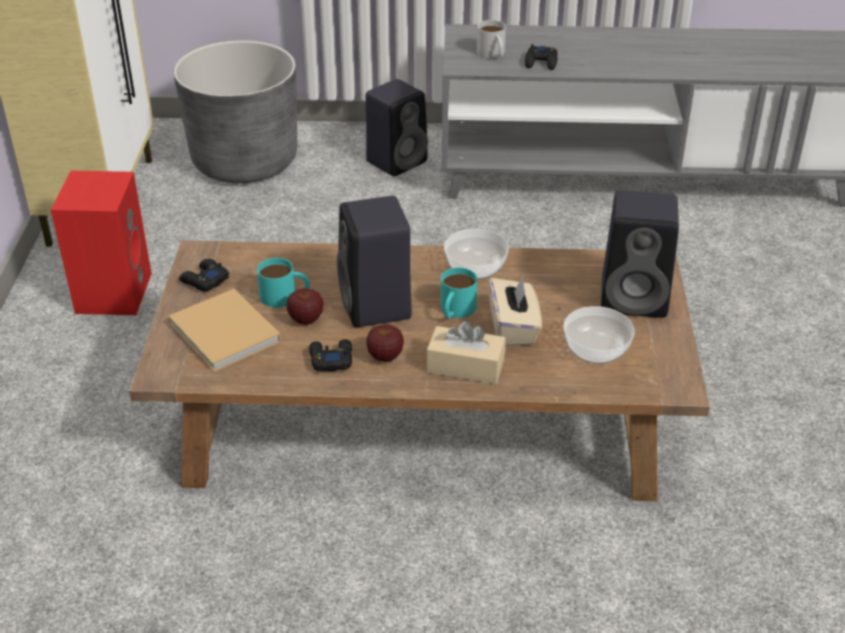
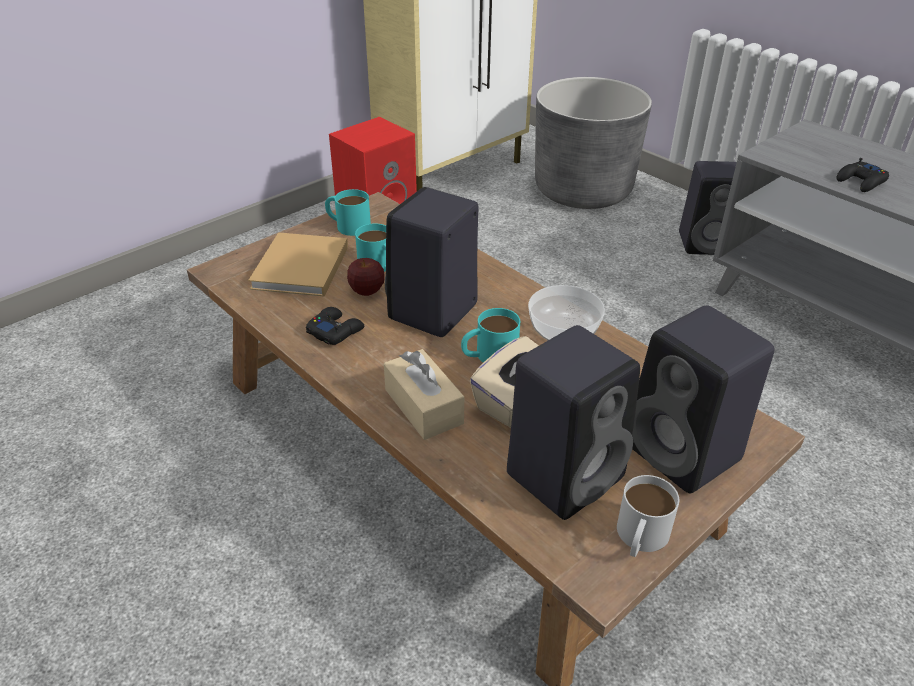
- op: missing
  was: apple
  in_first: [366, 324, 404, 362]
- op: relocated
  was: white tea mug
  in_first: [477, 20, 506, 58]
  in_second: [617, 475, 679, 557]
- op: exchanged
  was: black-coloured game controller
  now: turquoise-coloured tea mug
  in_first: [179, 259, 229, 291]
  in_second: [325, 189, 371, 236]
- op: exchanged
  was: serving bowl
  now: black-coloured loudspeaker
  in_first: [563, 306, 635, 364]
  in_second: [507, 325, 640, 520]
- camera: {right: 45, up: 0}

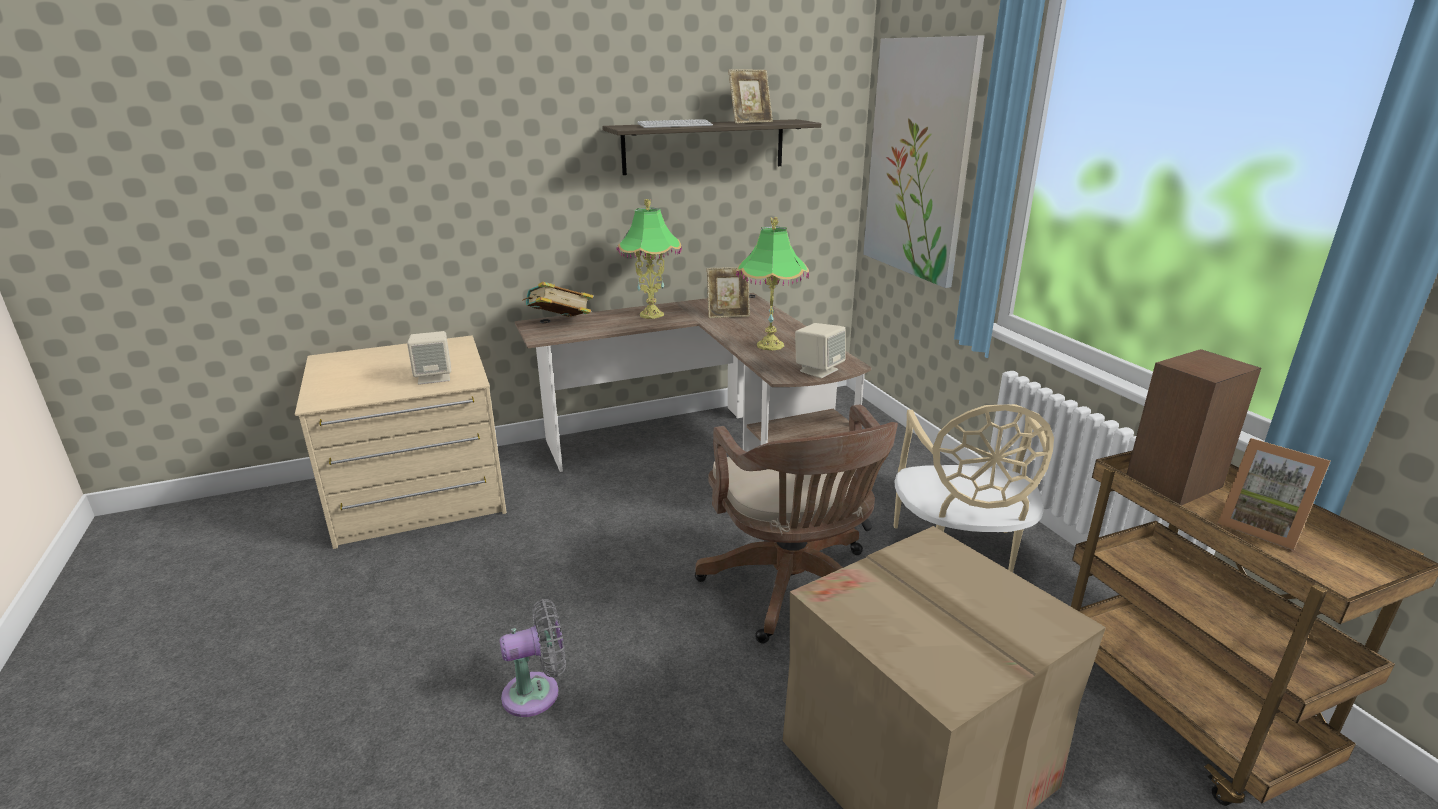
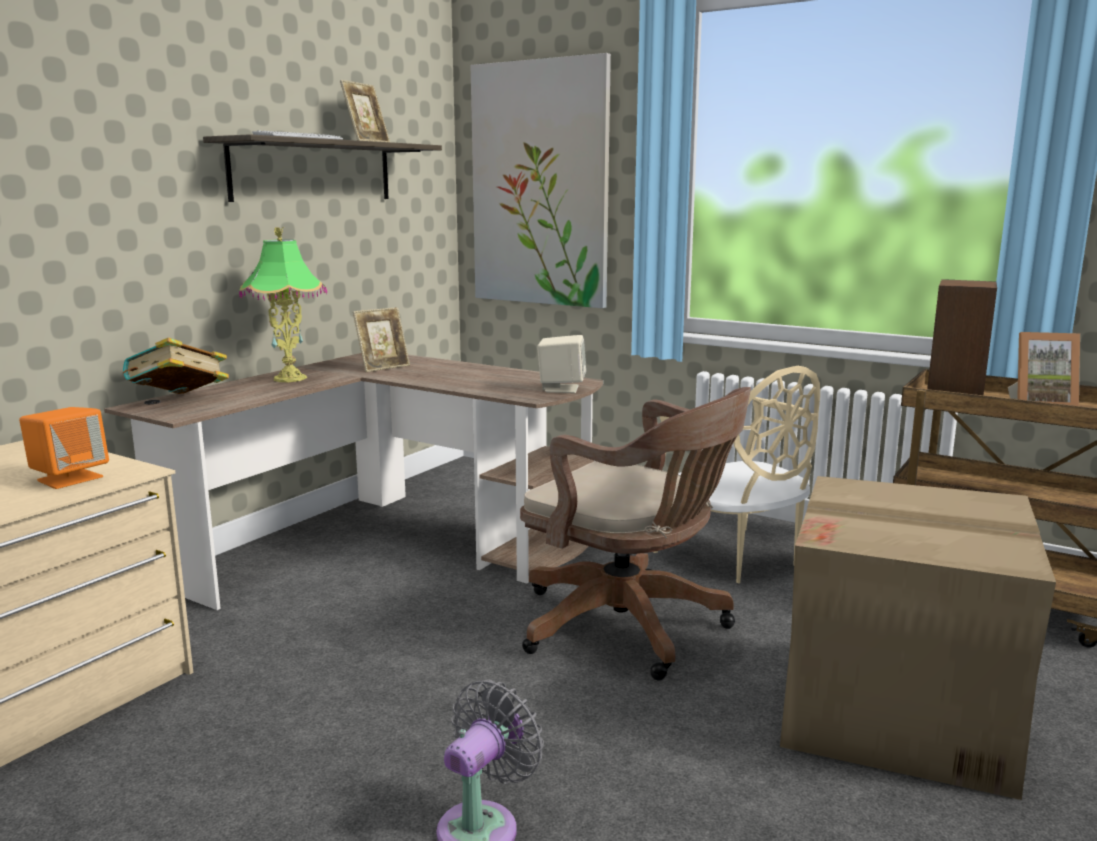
- op: missing
  was: tabletop lamp
  in_first: [736, 217, 809, 351]
- op: colour
  was: sand-coloured loudspeaker
  now: orange loudspeaker
  in_first: [407, 331, 451, 385]
  in_second: [19, 407, 109, 489]
- camera: {right: -35, up: -10}

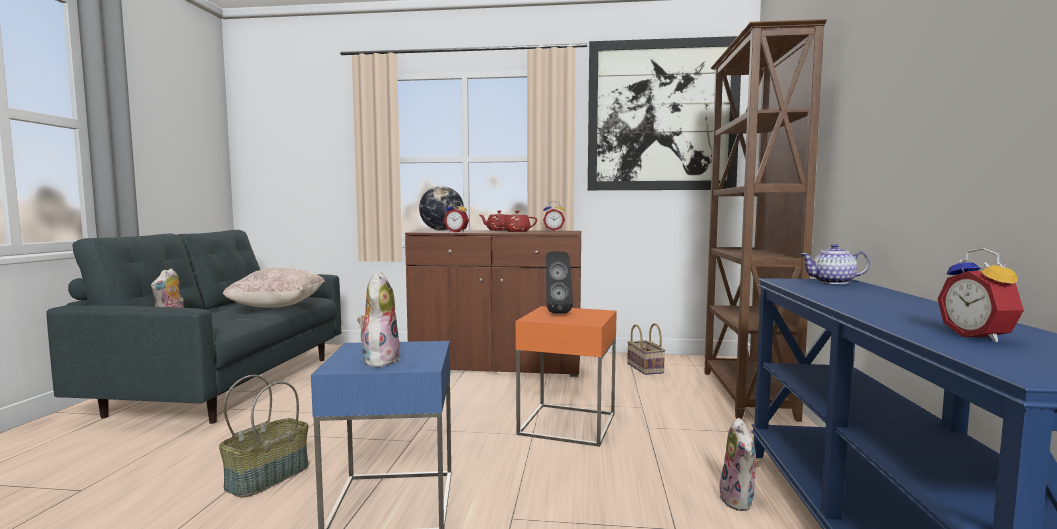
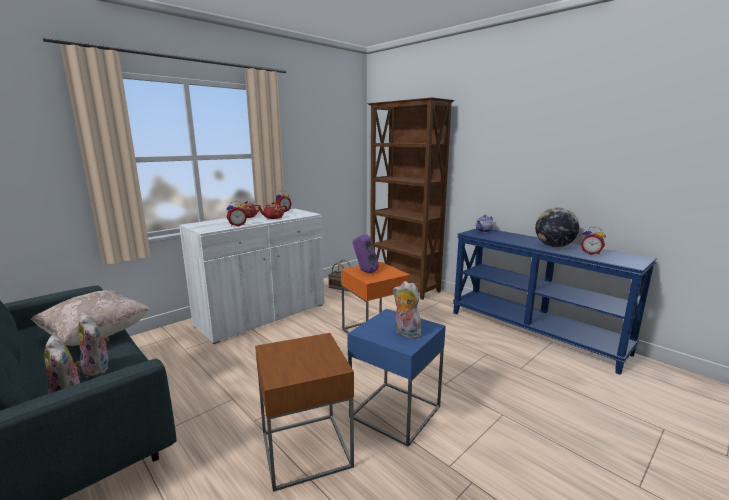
- op: missing
  was: picture
  in_first: [588, 36, 741, 190]
- op: relocated
  was: desk globe
  in_first: [419, 186, 464, 231]
  in_second: [535, 208, 579, 247]
- op: relocated
  was: plush toy
  in_first: [720, 418, 761, 511]
  in_second: [78, 313, 109, 377]
- op: exchanged
  was: storage basket
  now: brown accent table
  in_first: [219, 375, 309, 498]
  in_second: [255, 333, 354, 492]
- op: colour
  was: brown storage cabinet
  now: white storage cabinet
  in_first: [405, 230, 581, 377]
  in_second: [179, 209, 325, 344]
- op: colour
  was: black-coloured loudspeaker
  now: purplish loudspeaker
  in_first: [546, 251, 573, 314]
  in_second: [353, 234, 379, 273]
- camera: {right: -50, up: 10}

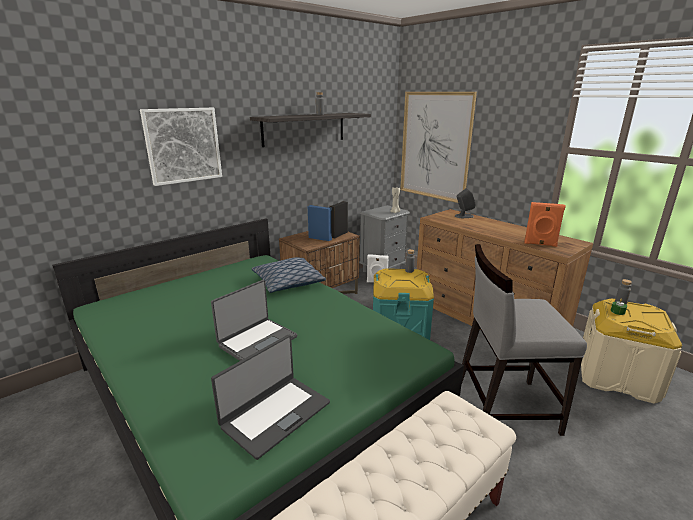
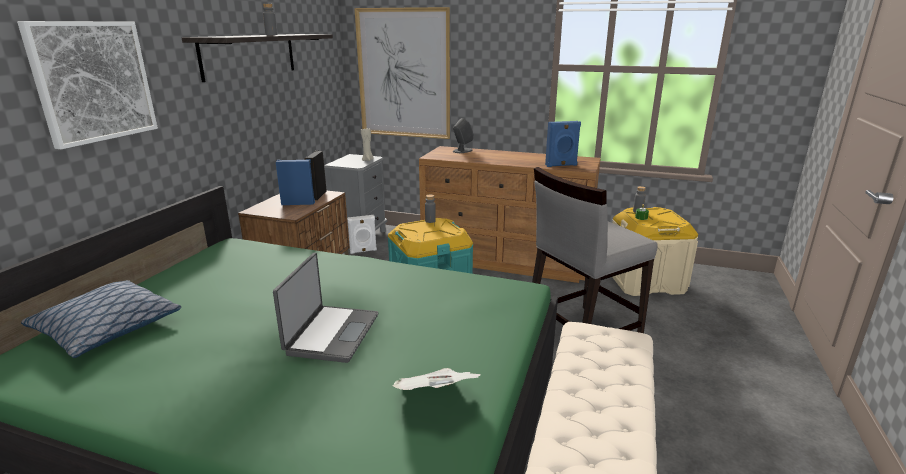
- op: relocated
  was: cushion
  in_first: [252, 257, 326, 293]
  in_second: [21, 280, 181, 358]
- op: exchanged
  was: notebook computer
  now: printed paper
  in_first: [211, 335, 330, 460]
  in_second: [393, 368, 481, 390]
- op: colour
  was: orange loudspeaker
  now: blue loudspeaker
  in_first: [524, 202, 566, 247]
  in_second: [545, 121, 581, 167]
- camera: {right: -30, up: 0}

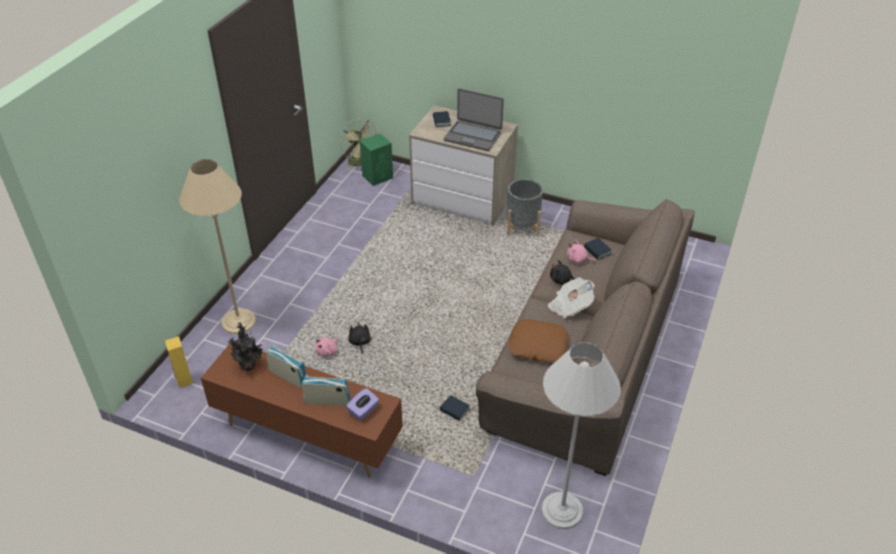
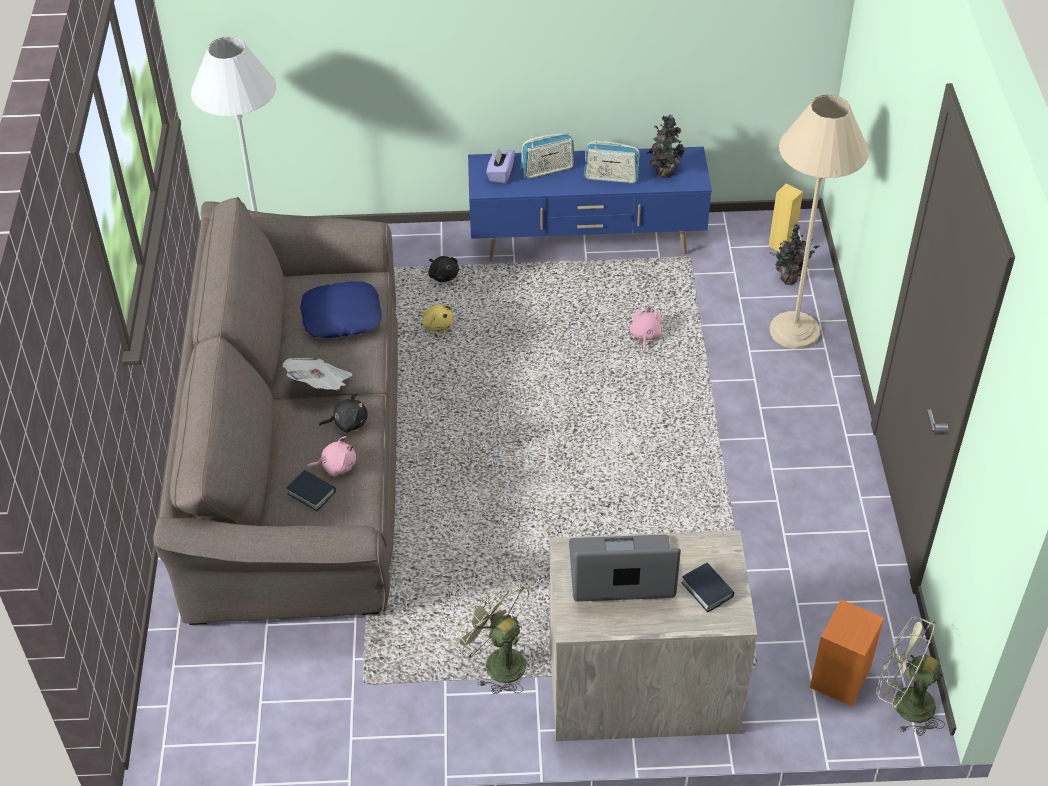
- op: appeared
  now: potted plant
  in_second: [770, 224, 820, 285]
- op: relocated
  was: black-coloured plush toy
  in_first: [348, 322, 371, 354]
  in_second: [428, 256, 459, 282]
- op: exchanged
  was: bound book
  now: yellow-coloured plush toy
  in_first: [440, 395, 470, 421]
  in_second: [419, 305, 453, 332]
- op: exchanged
  was: grey planter
  now: green-coloured cooling fan
  in_first: [506, 179, 543, 237]
  in_second: [452, 578, 530, 694]
- op: colour
  was: brown tv stand
  now: blue tv stand
  in_first: [201, 343, 403, 478]
  in_second: [468, 147, 712, 261]
- op: colour
  was: green-coloured loudspeaker
  now: orange loudspeaker
  in_first: [360, 133, 393, 186]
  in_second: [810, 599, 884, 707]
- op: colour
  was: brown cushion
  now: blue cushion
  in_first: [509, 319, 568, 362]
  in_second: [300, 281, 382, 338]
- camera: {right: 155, up: 5}

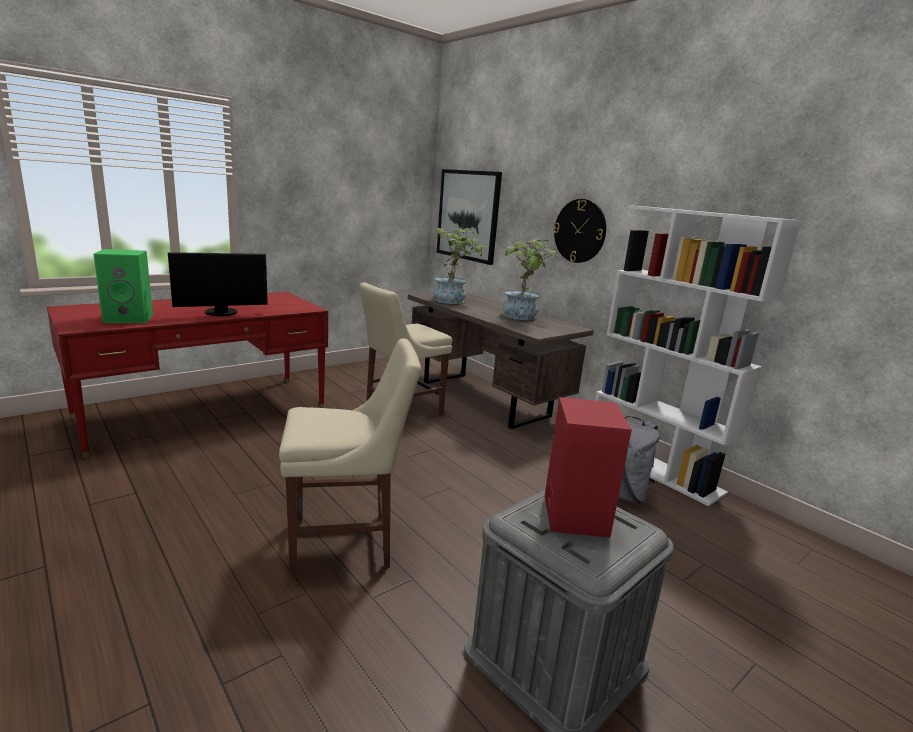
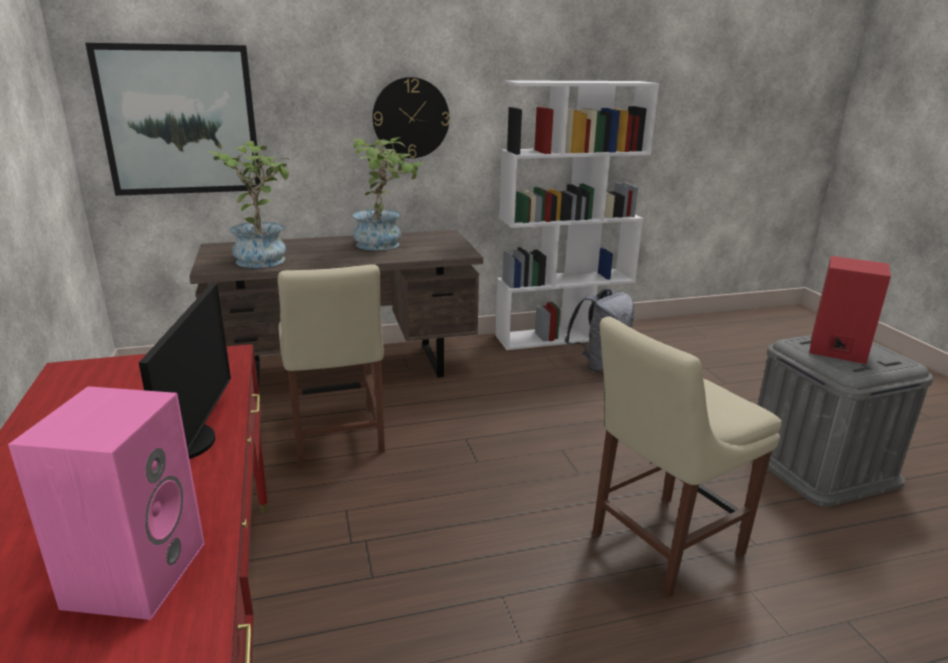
- op: colour
  was: green-coloured loudspeaker
  now: pinkish loudspeaker
  in_first: [93, 249, 153, 323]
  in_second: [8, 386, 205, 620]
- op: spun
  was: sand-coloured chair
  in_first: [279, 339, 421, 575]
  in_second: [592, 317, 782, 598]
  clockwise: -135
- camera: {right: -65, up: 5}

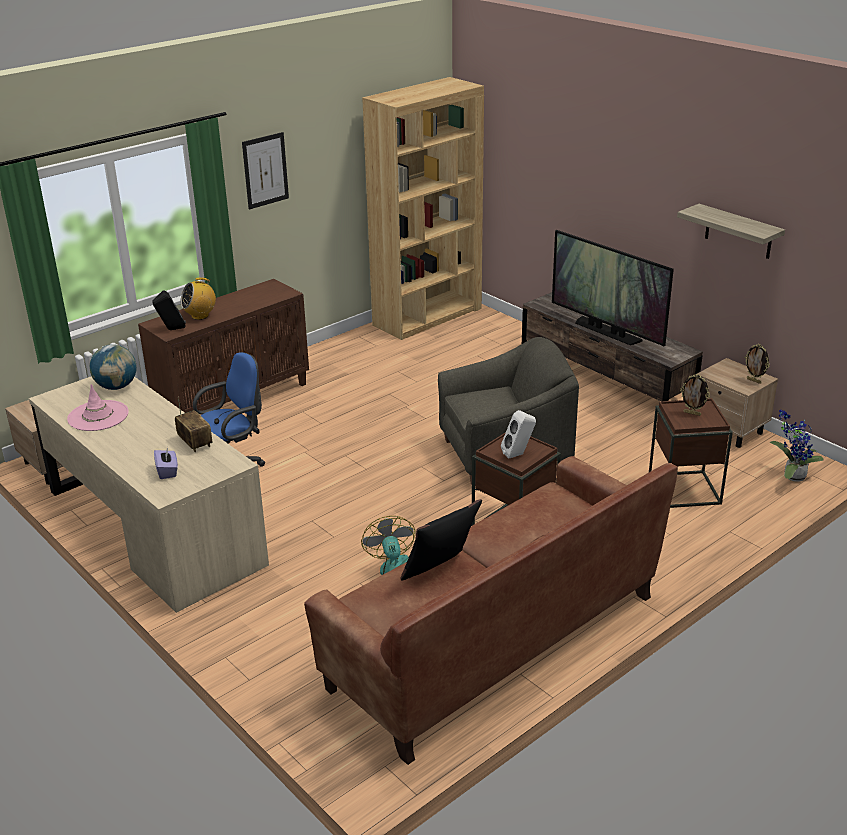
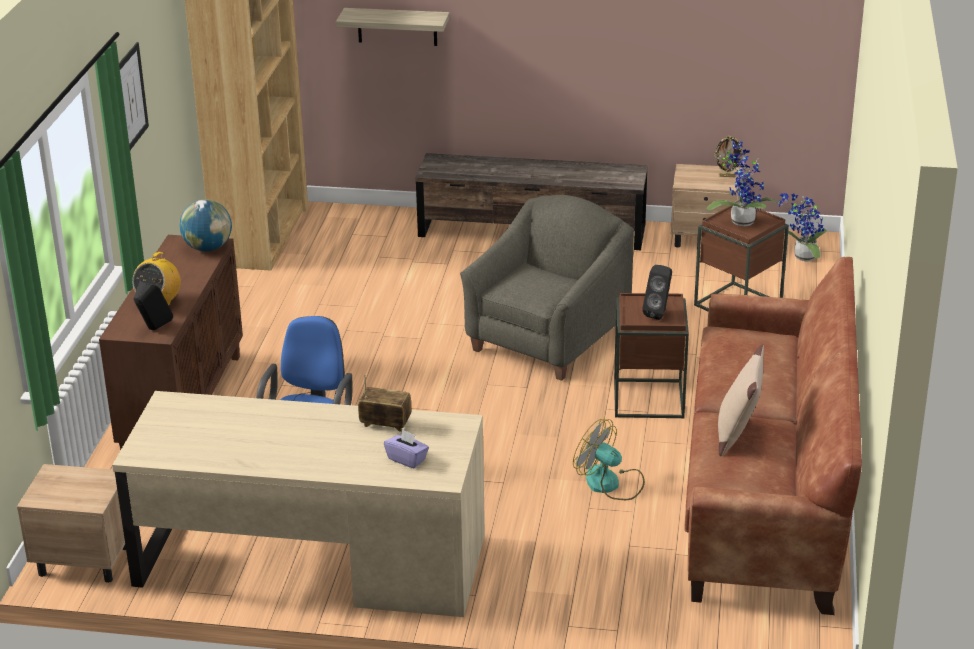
- op: missing
  was: pinkish hat
  in_first: [67, 384, 129, 431]
- op: missing
  was: television
  in_first: [552, 230, 674, 346]
- op: relocated
  was: desk globe
  in_first: [90, 344, 137, 390]
  in_second: [179, 200, 232, 251]
- op: relocated
  was: wall shelf
  in_first: [677, 204, 785, 259]
  in_second: [336, 8, 450, 46]
- op: exchanged
  was: picture frame
  now: potted plant
  in_first: [680, 374, 710, 416]
  in_second: [707, 141, 778, 227]
- op: colour
  was: black-coloured cushion
  now: sand-coloured cushion
  in_first: [400, 499, 482, 581]
  in_second: [718, 344, 764, 456]
- op: colour
  was: white loudspeaker
  now: black-coloured loudspeaker
  in_first: [501, 410, 536, 459]
  in_second: [642, 265, 672, 320]
- camera: {right: -40, up: 0}

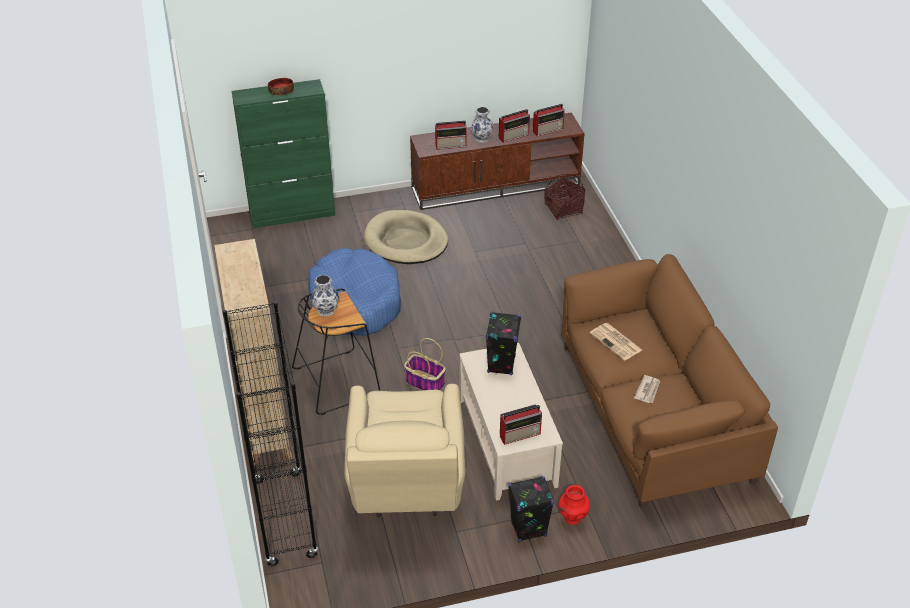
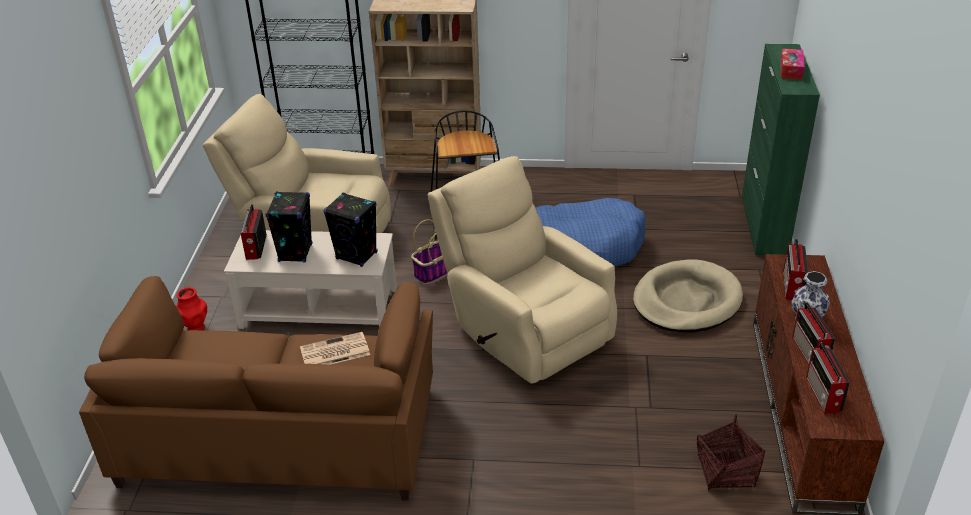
- op: missing
  was: vase
  in_first: [311, 275, 339, 316]
- op: missing
  was: printed paper
  in_first: [634, 375, 660, 403]
- op: appeared
  now: sand-coloured armchair
  in_second: [428, 156, 617, 384]
- op: relocated
  was: black-coloured loudspeaker
  in_first: [508, 476, 554, 542]
  in_second: [265, 191, 312, 262]
- op: exchanged
  was: serving bowl
  now: box of tissues
  in_first: [268, 78, 294, 96]
  in_second: [780, 48, 804, 80]
- camera: {right: 110, up: -5}

